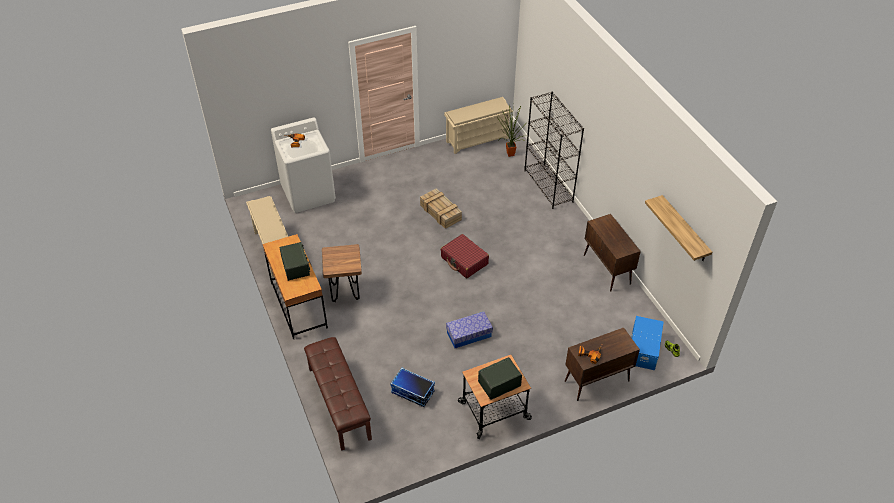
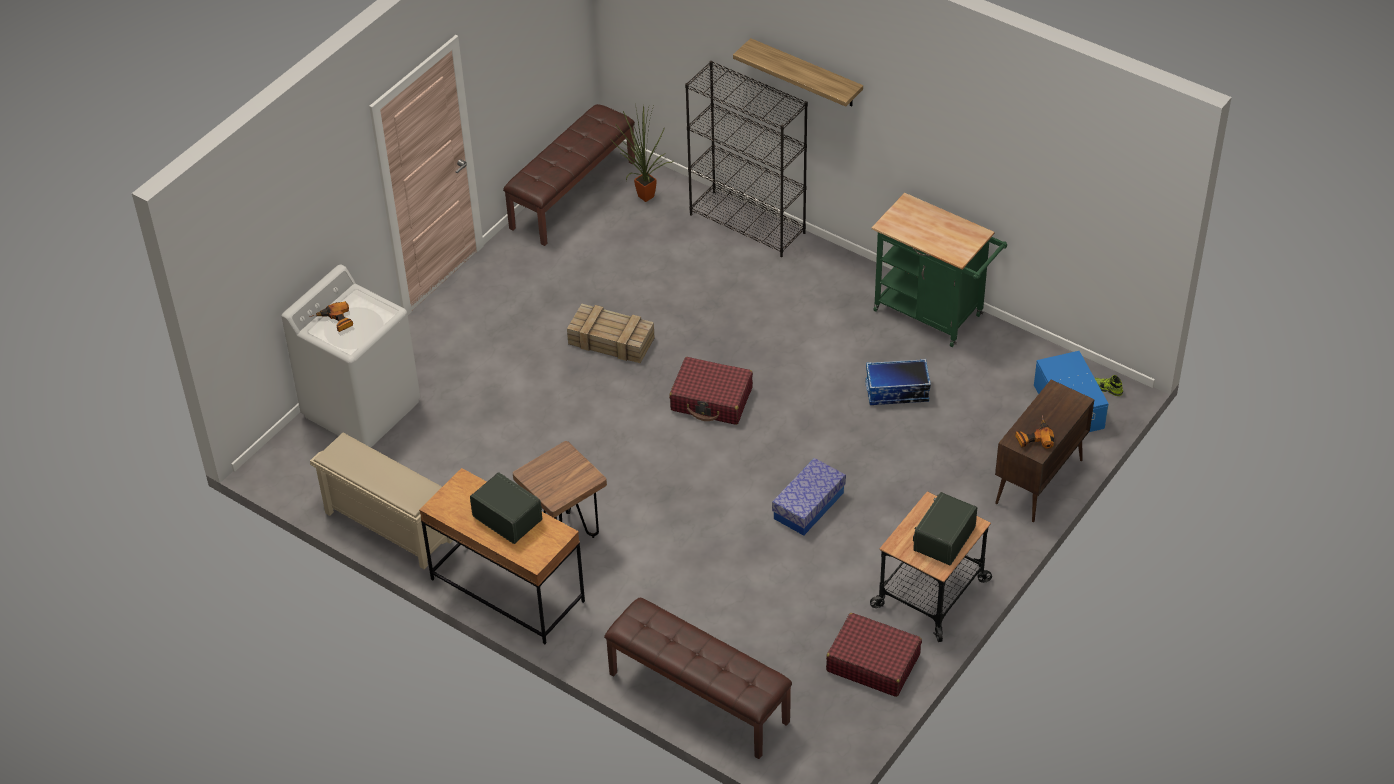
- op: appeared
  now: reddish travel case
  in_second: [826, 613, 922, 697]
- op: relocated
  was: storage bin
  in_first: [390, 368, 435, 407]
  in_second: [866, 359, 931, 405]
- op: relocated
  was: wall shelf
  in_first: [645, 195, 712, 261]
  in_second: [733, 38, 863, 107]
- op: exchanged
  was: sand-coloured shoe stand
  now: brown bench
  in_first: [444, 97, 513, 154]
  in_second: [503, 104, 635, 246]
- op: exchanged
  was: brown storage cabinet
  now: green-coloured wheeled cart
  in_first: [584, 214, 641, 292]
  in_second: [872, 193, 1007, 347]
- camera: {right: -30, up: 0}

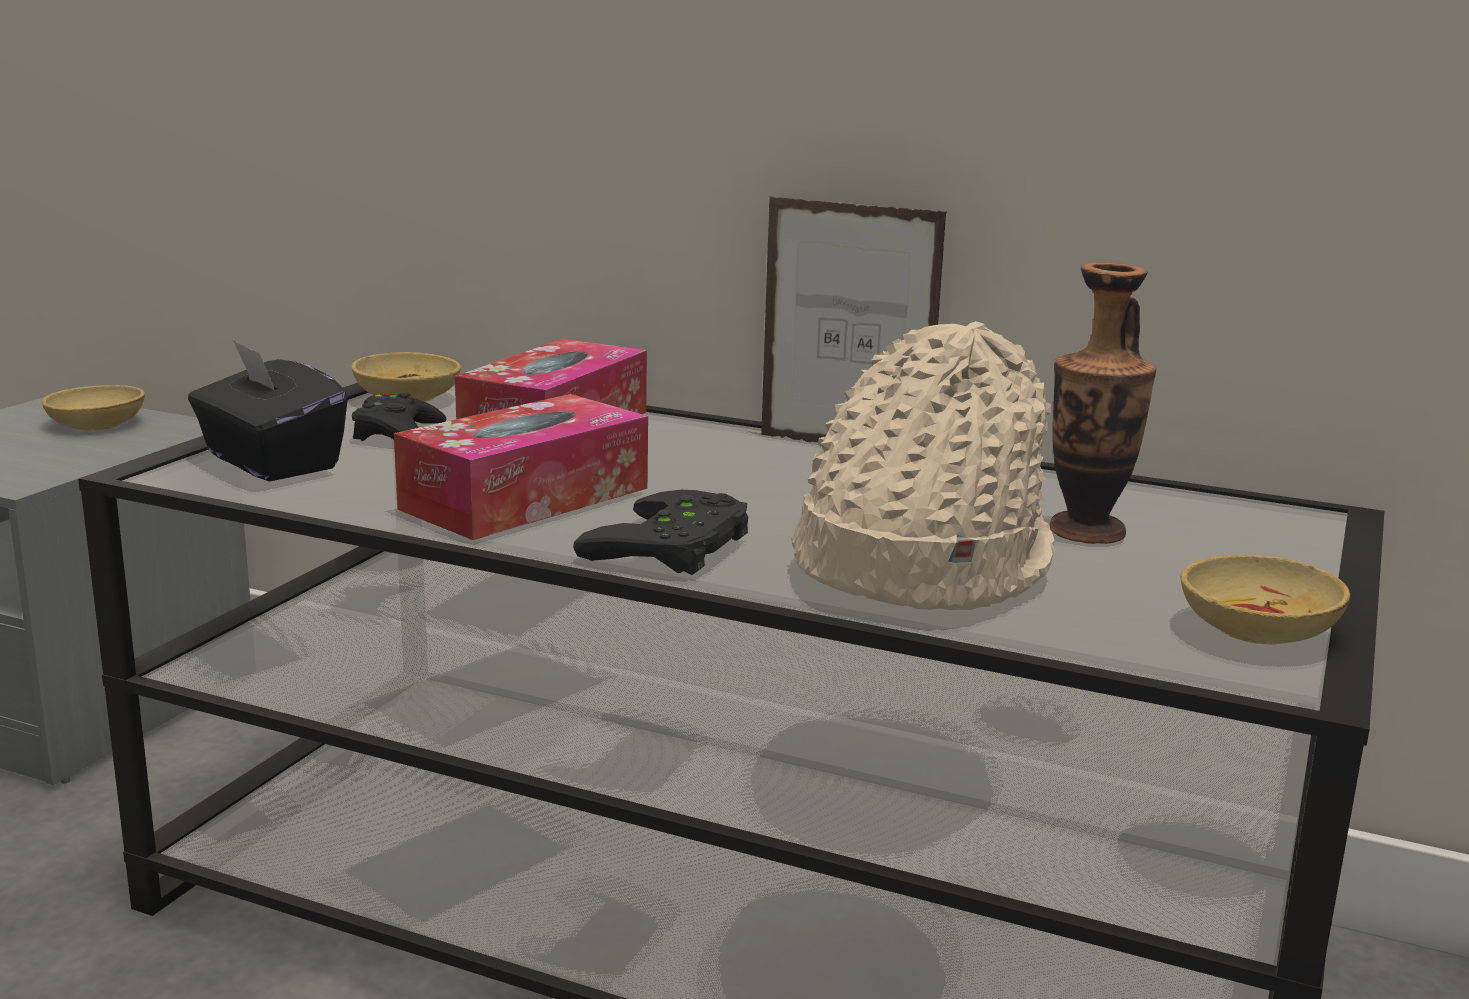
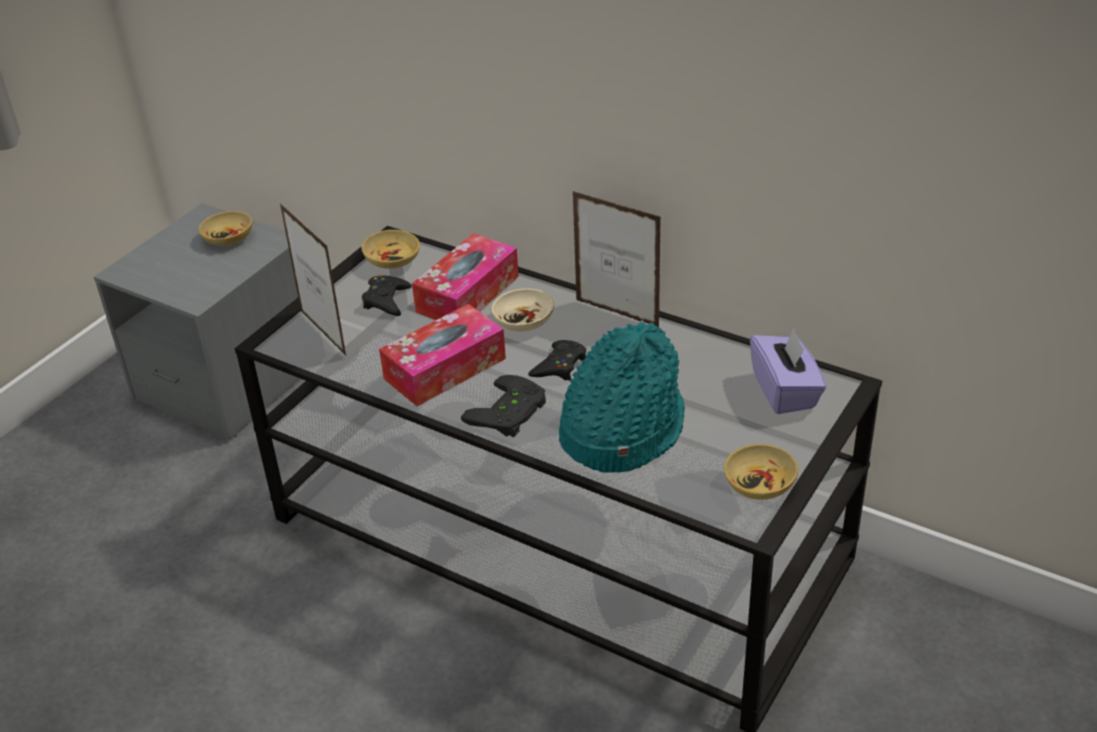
- op: missing
  was: vase
  in_first: [1050, 262, 1157, 544]
- op: appeared
  now: sand-coloured serving bowl
  in_second: [492, 288, 554, 332]
- op: appeared
  now: black-coloured game controller
  in_second: [528, 340, 586, 381]
- op: appeared
  now: purplish box of tissues
  in_second: [750, 328, 826, 414]
- op: exchanged
  was: black-coloured box of tissues
  now: picture frame
  in_first: [188, 339, 348, 482]
  in_second: [280, 204, 347, 357]
- op: colour
  was: sand-coloured hat
  now: turquoise-coloured hat
  in_first: [791, 321, 1056, 610]
  in_second: [559, 322, 685, 473]
- camera: {right: 10, up: 20}

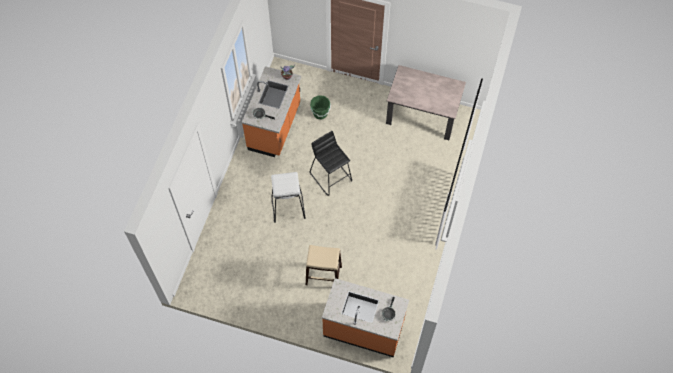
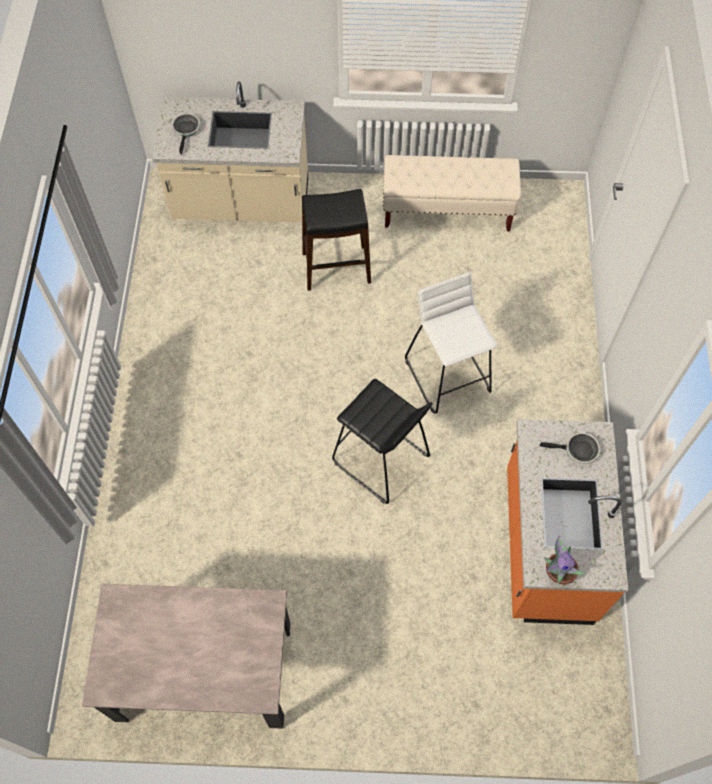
- op: missing
  was: green-coloured water bucket
  in_first: [310, 95, 331, 119]
- op: appeared
  now: sand-coloured bench
  in_second: [383, 155, 521, 231]
- op: colour
  was: sand-coloured sitting stool
  now: black-coloured sitting stool
  in_first: [306, 245, 342, 285]
  in_second: [302, 189, 371, 291]
- op: colour
  was: orange kitchen counter
  now: sand-coloured kitchen counter
  in_first: [322, 278, 409, 357]
  in_second: [152, 81, 308, 223]
- camera: {right: 165, up: 0}

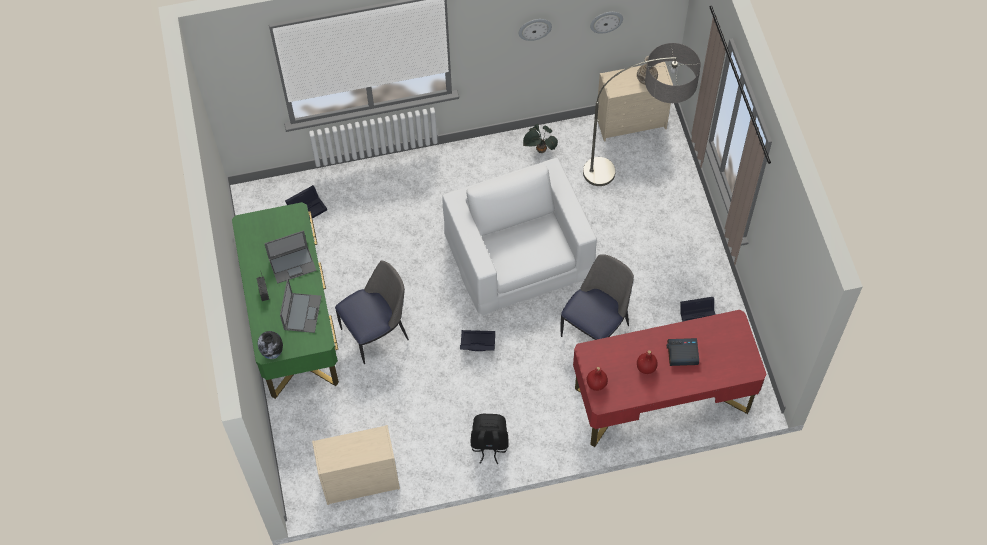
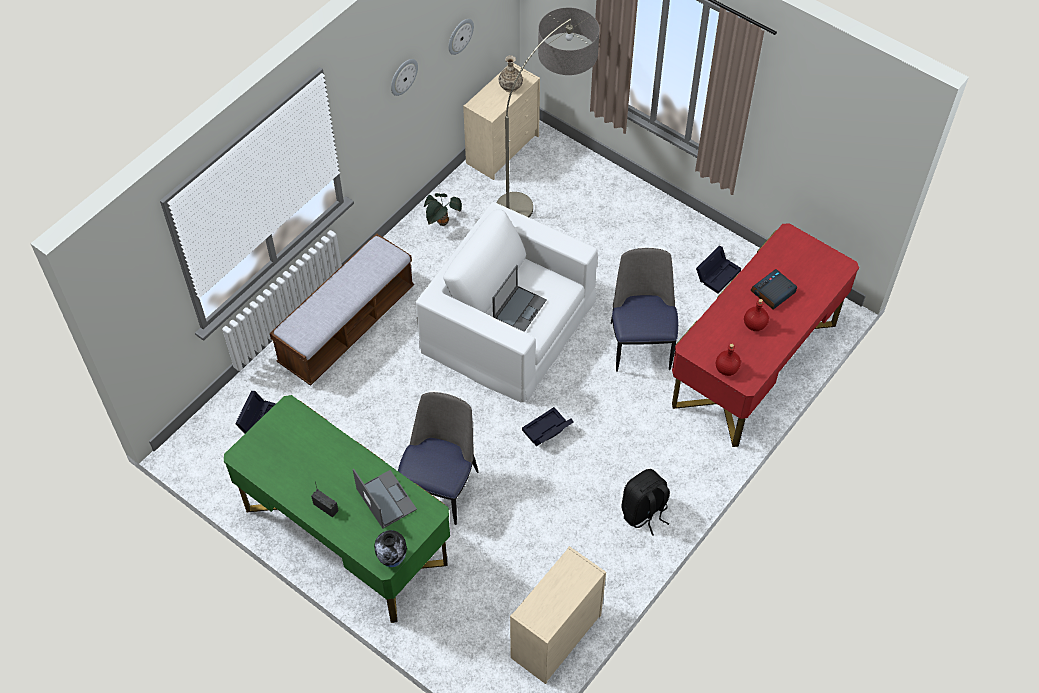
- op: appeared
  now: bench
  in_second: [270, 233, 414, 386]
- op: relocated
  was: notebook computer
  in_first: [264, 230, 317, 284]
  in_second: [493, 265, 547, 332]
- camera: {right: -40, up: -5}

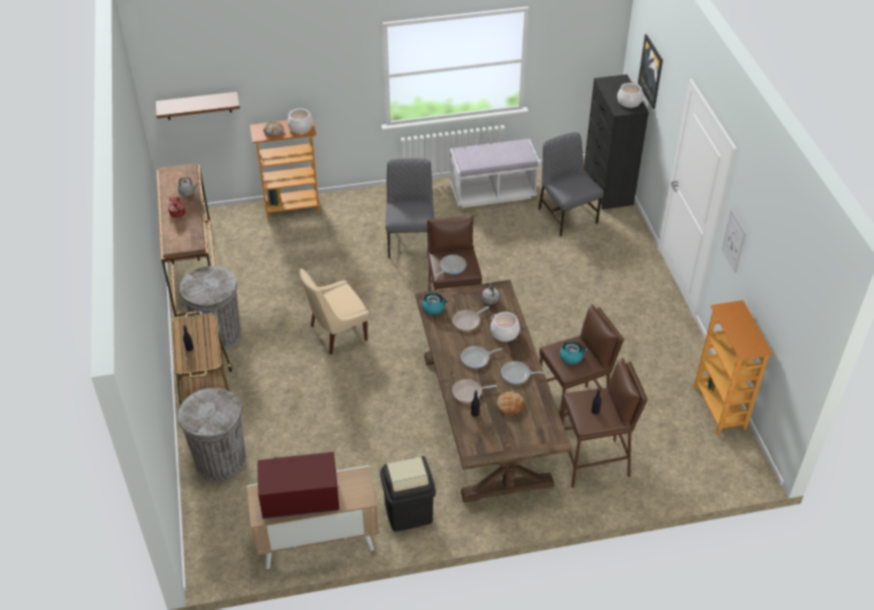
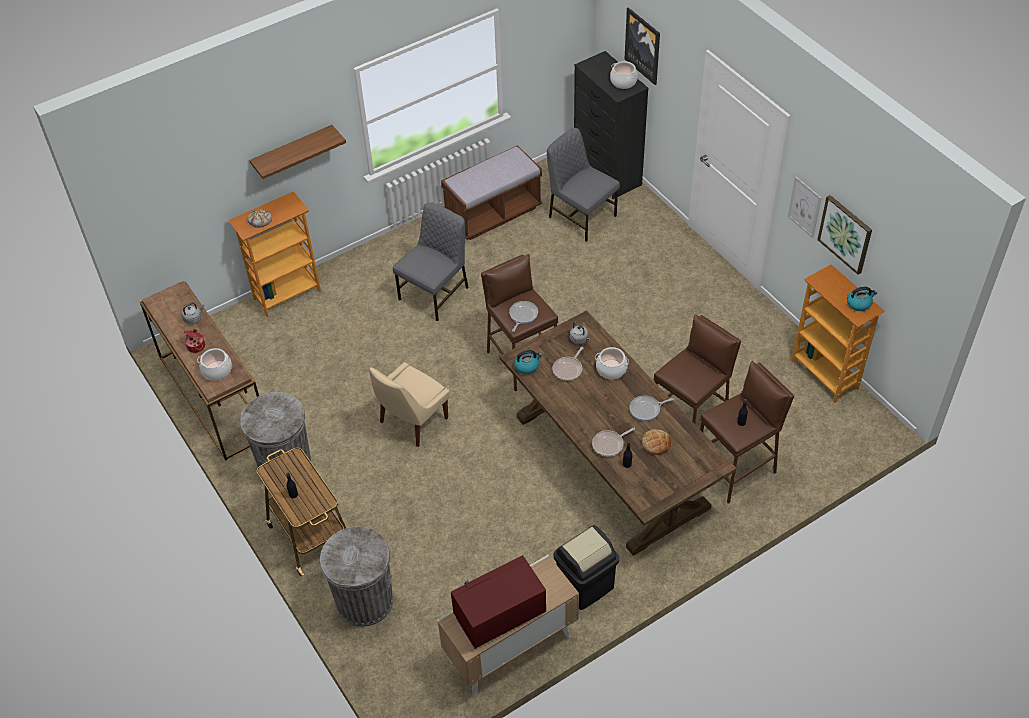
- op: missing
  was: pan
  in_first: [461, 346, 502, 369]
- op: appeared
  now: picture
  in_second: [817, 195, 872, 275]
- op: relocated
  was: wall shelf
  in_first: [155, 92, 240, 120]
  in_second: [249, 125, 346, 179]
- op: relocated
  was: saucepot
  in_first: [287, 108, 313, 134]
  in_second: [197, 348, 232, 381]
- op: relocated
  was: tea kettle
  in_first: [560, 341, 588, 364]
  in_second: [847, 287, 877, 311]
- op: colour
  was: white bench
  now: brown bench
  in_first: [450, 139, 540, 208]
  in_second: [441, 145, 542, 240]
- op: spun
  was: grey chair
  in_first: [386, 159, 434, 258]
  in_second: [393, 202, 469, 321]
  clockwise: 60
- camera: {right: -20, up: 5}

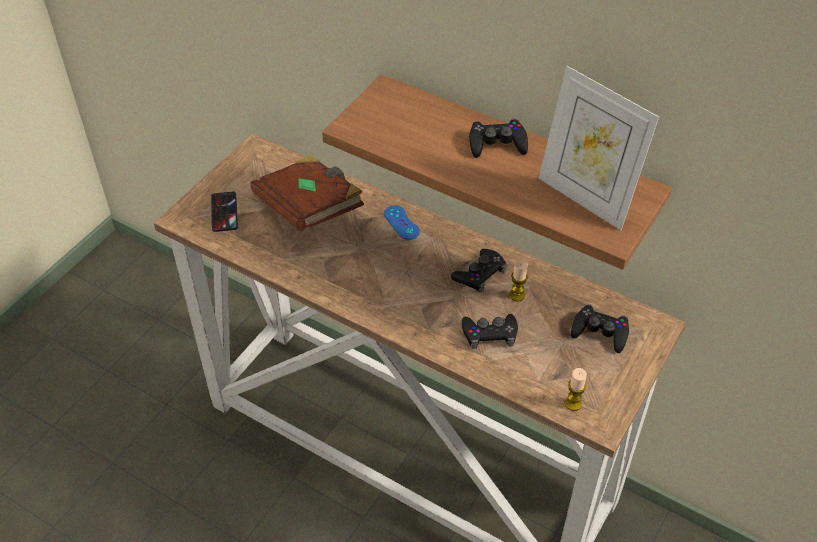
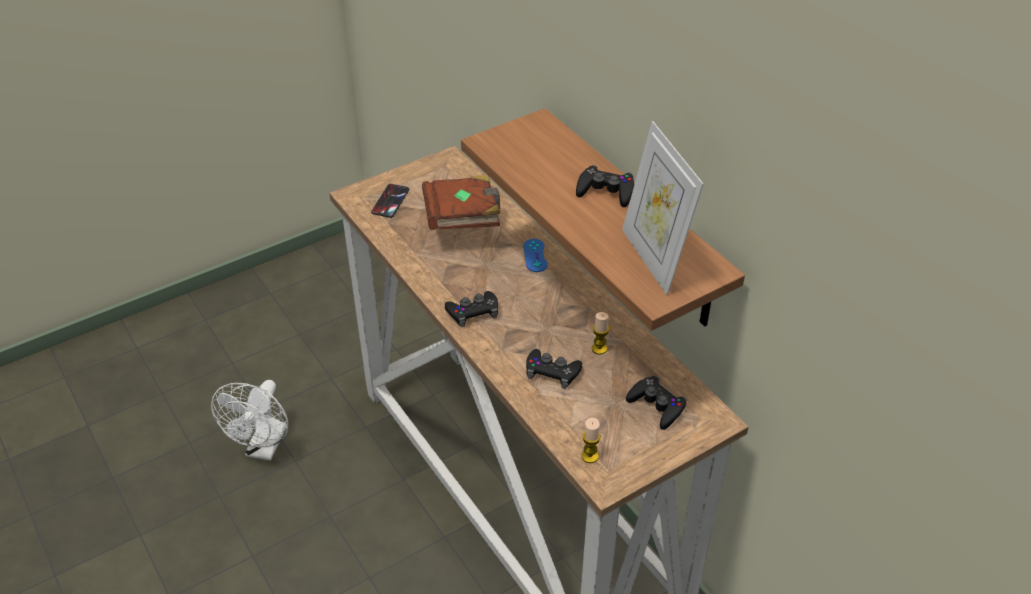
- op: appeared
  now: white cooling fan
  in_second: [211, 380, 288, 461]
- op: relocated
  was: black-coloured game controller
  in_first: [451, 249, 507, 293]
  in_second: [445, 291, 498, 327]
- camera: {right: 25, up: -5}

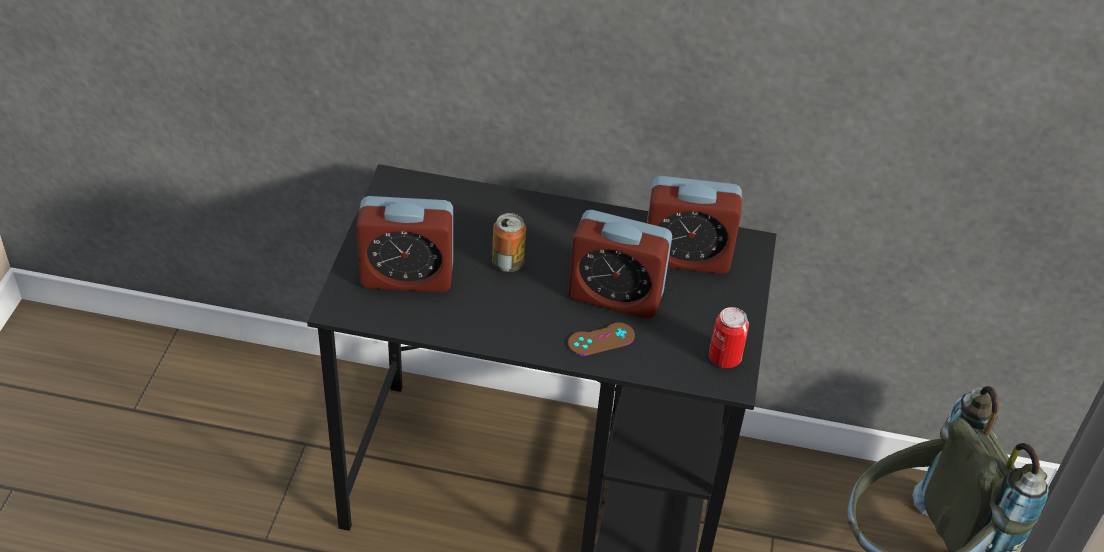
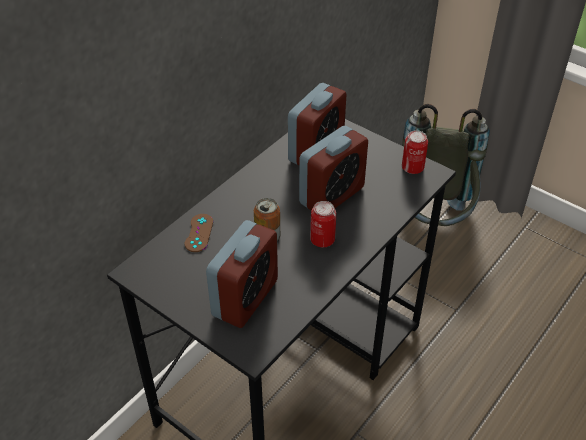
- op: appeared
  now: metal can
  in_second: [310, 201, 336, 247]
- op: relocated
  was: brown game controller
  in_first: [568, 323, 635, 356]
  in_second: [185, 214, 213, 252]
- camera: {right: -60, up: 0}

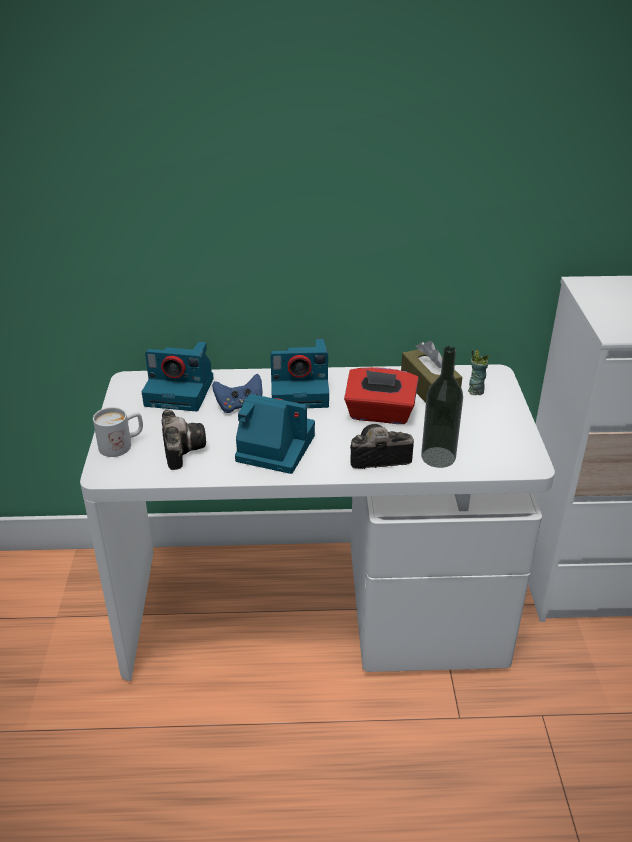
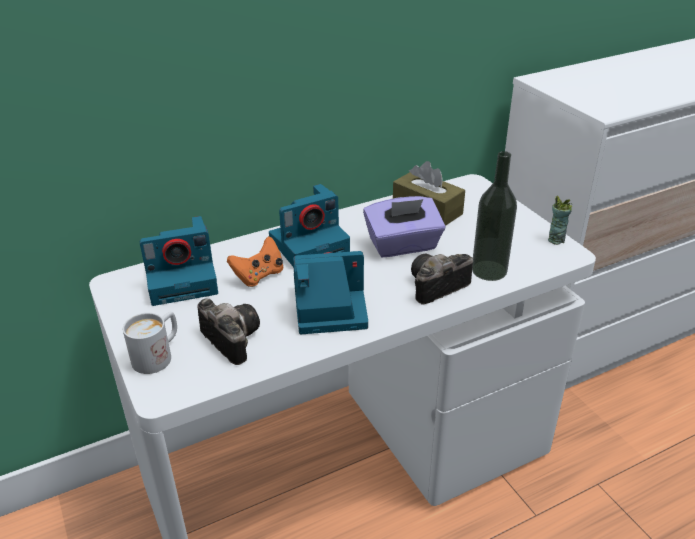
- op: relocated
  was: small cup
  in_first: [468, 349, 489, 395]
  in_second: [548, 195, 572, 245]
- op: colour
  was: blue game controller
  now: orange game controller
  in_first: [212, 374, 263, 413]
  in_second: [227, 236, 283, 287]
- op: colour
  was: reddish box of tissues
  now: purplish box of tissues
  in_first: [344, 367, 418, 424]
  in_second: [363, 196, 445, 257]
- camera: {right: -25, up: 0}

